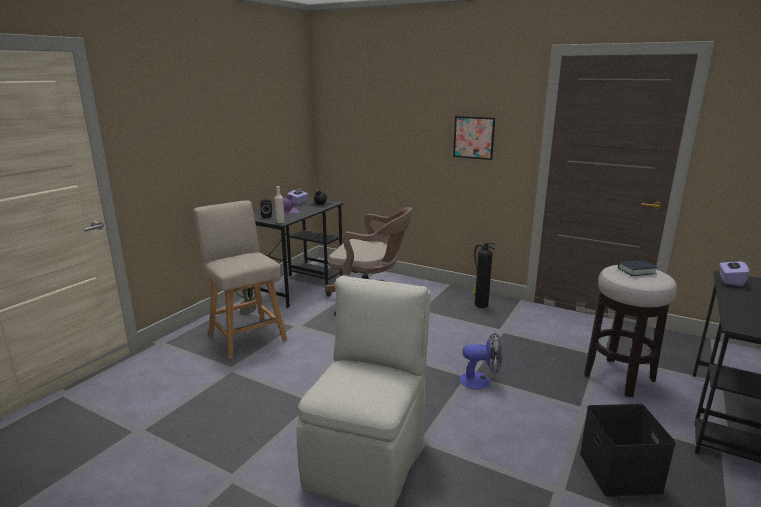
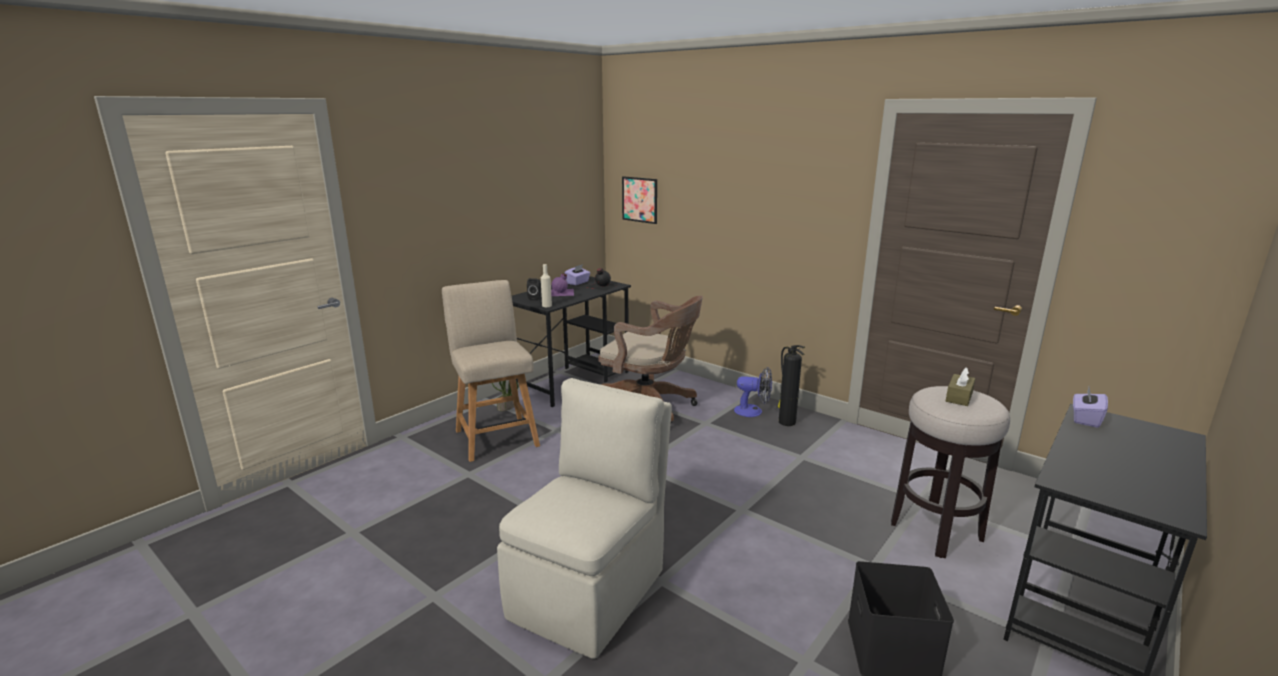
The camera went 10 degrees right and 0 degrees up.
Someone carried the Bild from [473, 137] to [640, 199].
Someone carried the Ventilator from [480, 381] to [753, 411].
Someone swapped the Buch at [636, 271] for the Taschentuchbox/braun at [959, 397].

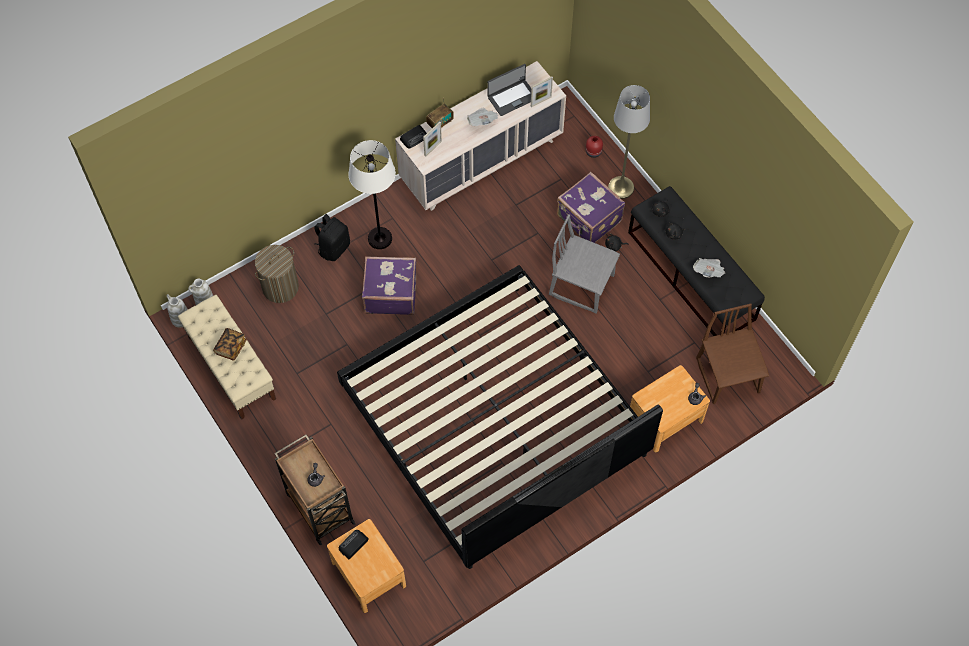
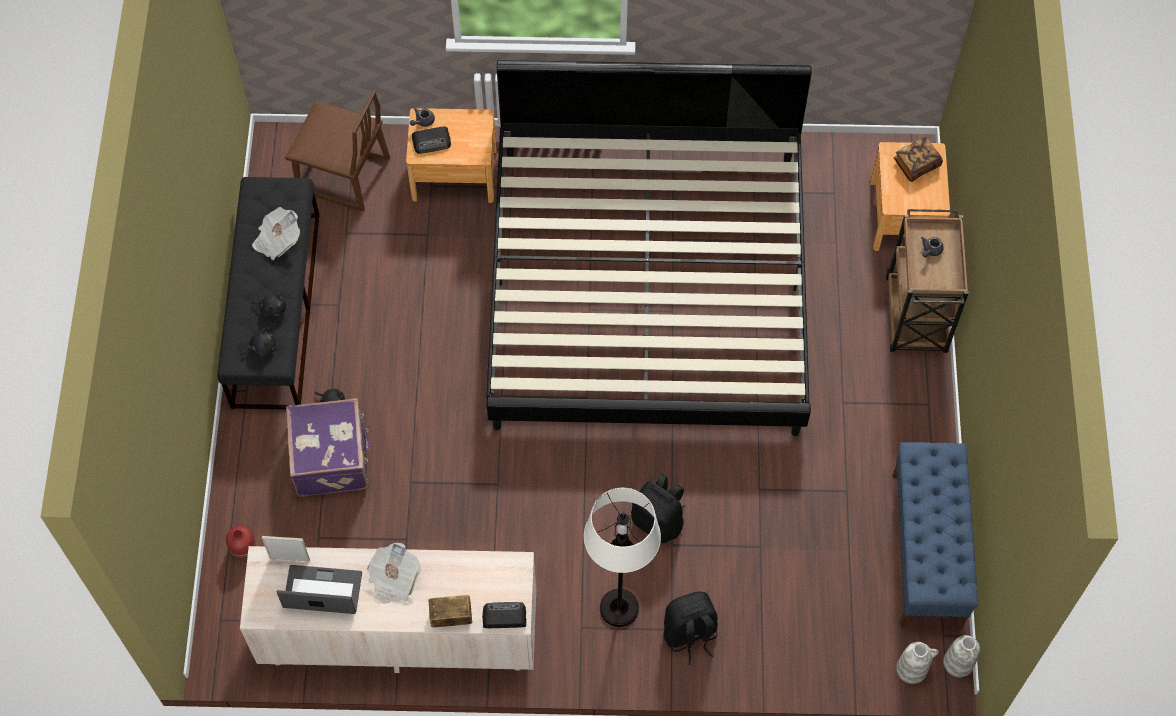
The camera went 145 degrees left and 0 degrees up.
Someone rotated the Stuhl/braun at [728, 375] by 90 degrees counterclockwise.
Someone carried the Radio from [353, 545] to [432, 141].
Someone swapped the Koffer/lila at [390, 293] for the Rucksack/schwarz at [658, 521].
Someone repainted the Bank/beige at [231, 368], which became the Bank/blau at [926, 550].
Someone carried the Buch from [231, 347] to [916, 164].
Someone took away the Wäschekorb at [280, 287].
Someone took away the Bilderrahmen at [433, 148].
Someone took away the Stuhl/grau at [582, 284].
Someone took away the Stehlampe/grau at [621, 187].

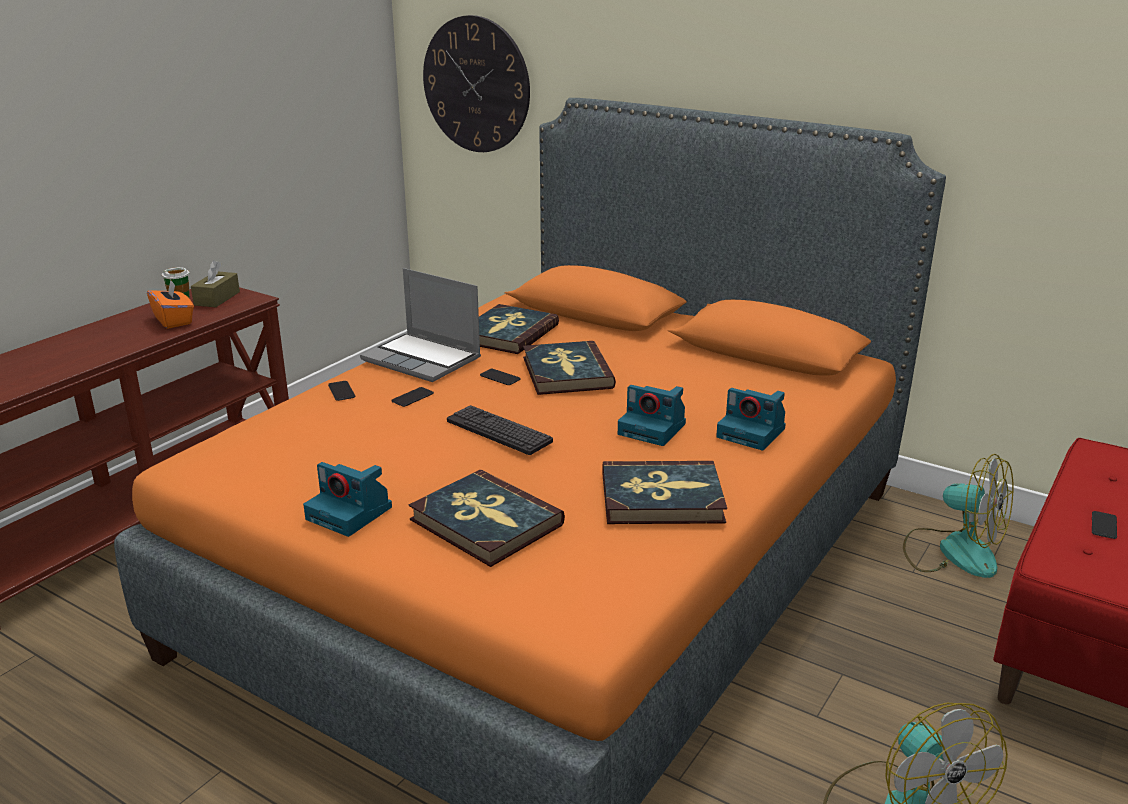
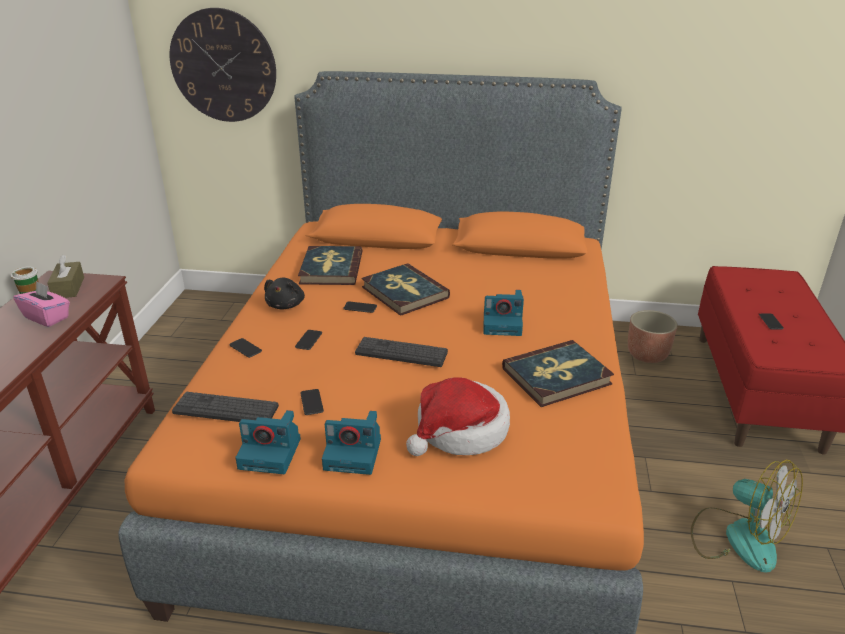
The camera went 25 degrees left and 5 degrees up.
Someone repainted the Taschentuchbox/orange at [174, 320], which became the Taschentuchbox/rosa at [47, 317].
Someone put down the Tastatur at [225, 409].
Someone carried the Kamera from [752, 433] to [271, 453].
Someone swapped the Laptop at [423, 359] for the Plüschtier/schwarz at [286, 305].
Someone put down the Handy at [311, 402].
Someone swapped the Buch at [485, 522] for the Hut at [460, 431].
Someone swapped the Ventilator at [953, 551] for the Pflanzkübel at [647, 354].

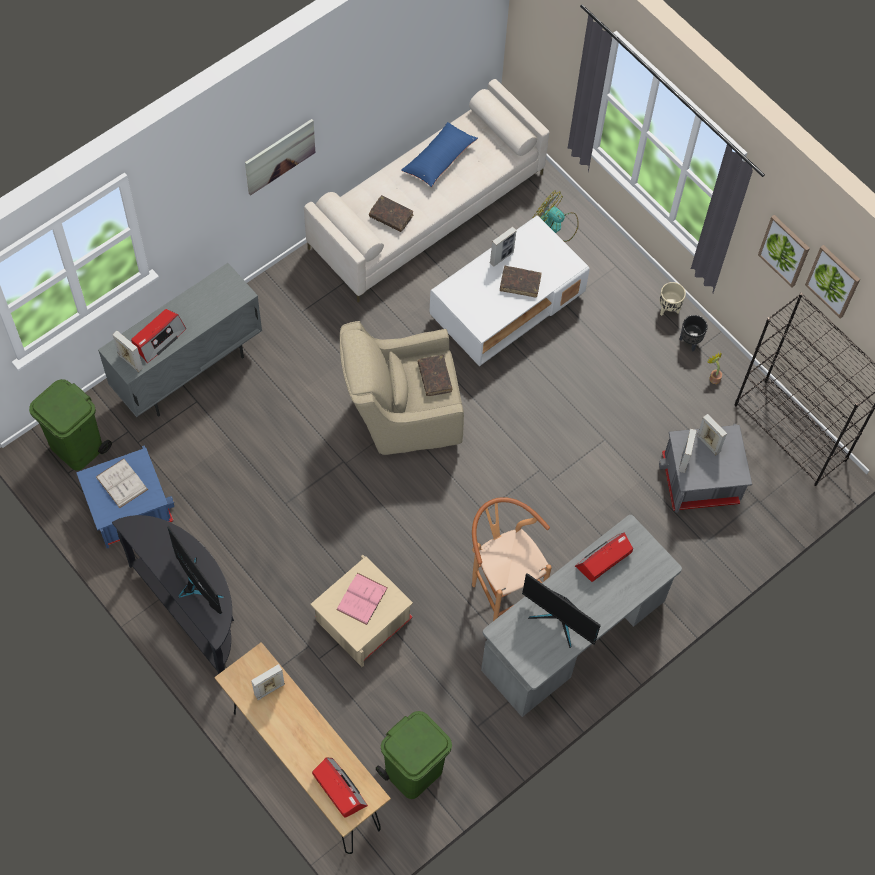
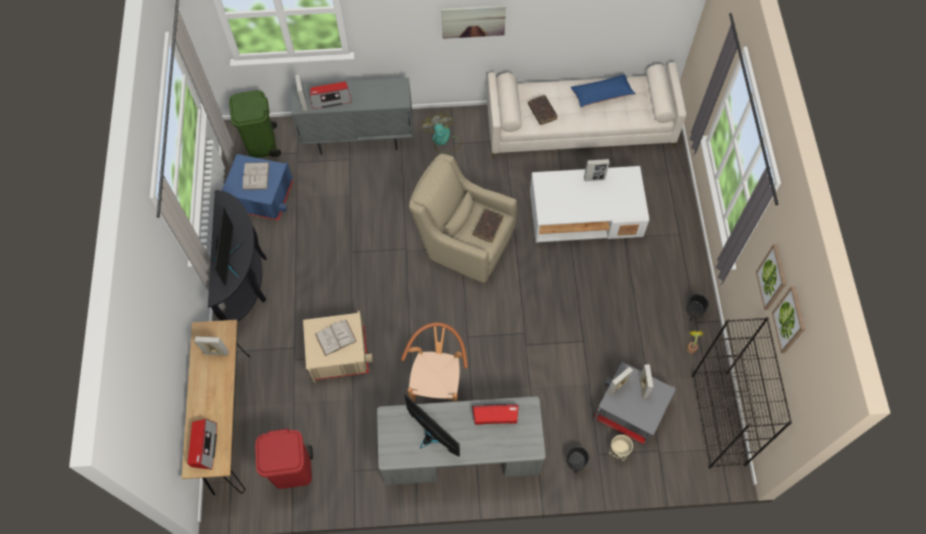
The camera went 40 degrees right and 0 degrees up.
Someone repainted the Mülleimer/grün at [414, 770], which became the Mülleimer/rot at [293, 470].
Someone repainted the Buch/rosa at [362, 598], which became the Buch/weiß at [335, 337].
Someone rotated the Monitor at [558, 621] by 150 degrees clockwise.
Someone carried the Ventilator from [555, 225] to [443, 140].
Someone put down the Pflanzkübel/schwarz at [575, 464].
Someone carried the Pflanzkübel/beige from [669, 309] to [618, 453].
Someone took away the Buch/braun at [520, 283].

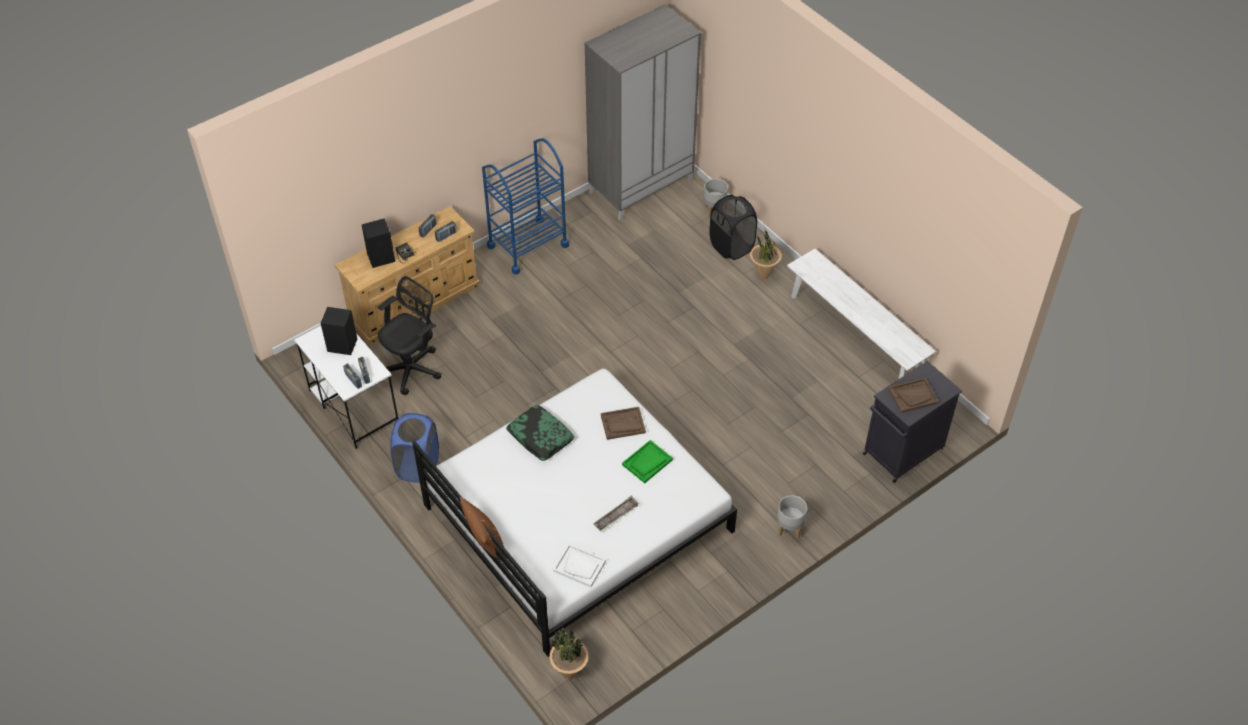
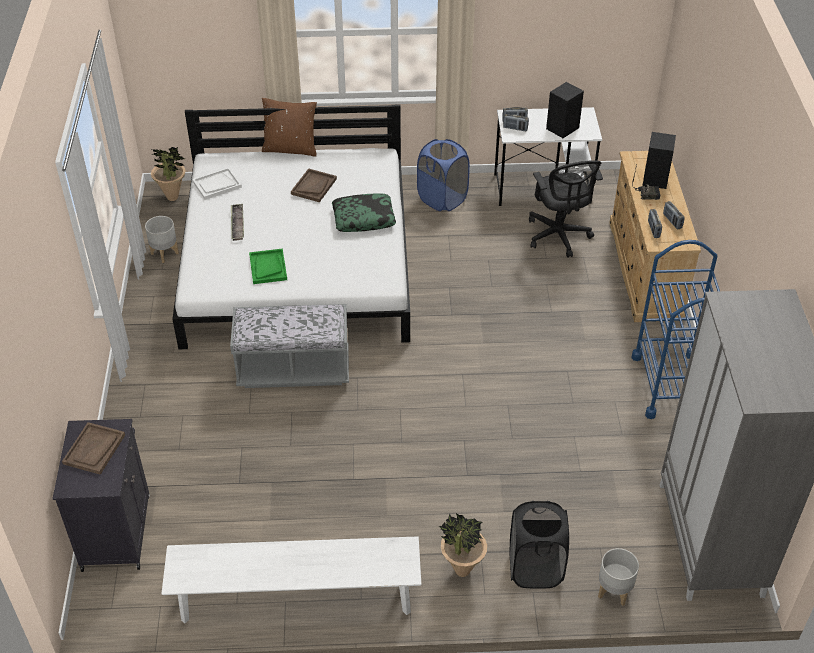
The camera went 125 degrees right and 5 degrees down.
Someone carried the Pflanzkübel/grau from [789, 528] to [164, 253].
Someone put down the Bank/grau at [293, 370].
Someone carried the Tablett/braun from [622, 424] to [314, 186].

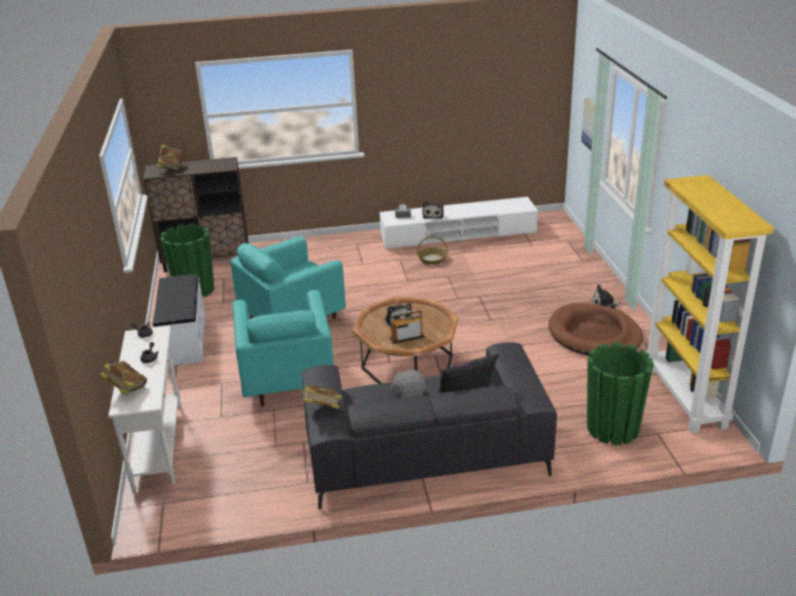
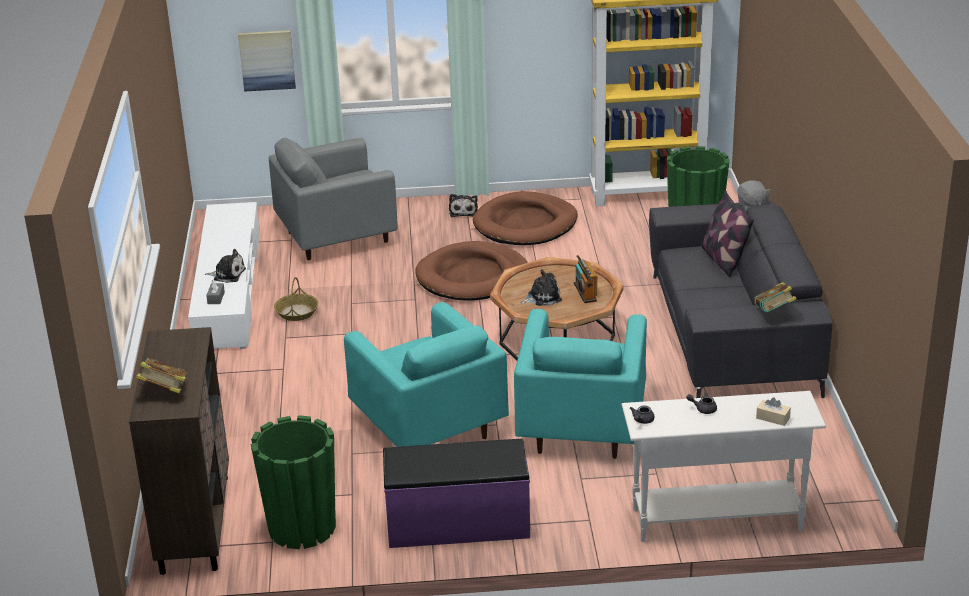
The camera went 85 degrees left and 0 degrees up.
Someone put down the Sessel/grau at [337, 237].
Someone repainted the Bank/weiß at [183, 339], which became the Bank/lila at [458, 524].
Someone put down the Hundebett/braun at [472, 277].
Someone rotated the Sessel/türkis at [287, 379] by 105 degrees clockwise.
Someone carried the Plüschtier/grau from [408, 393] to [752, 206].
Someone swapped the Buch at [126, 389] for the Taschentuchbox/beige at [773, 418].

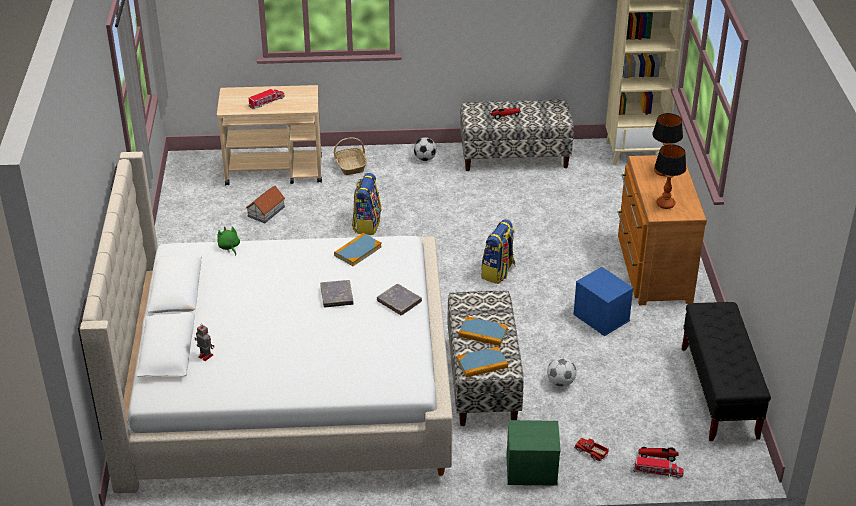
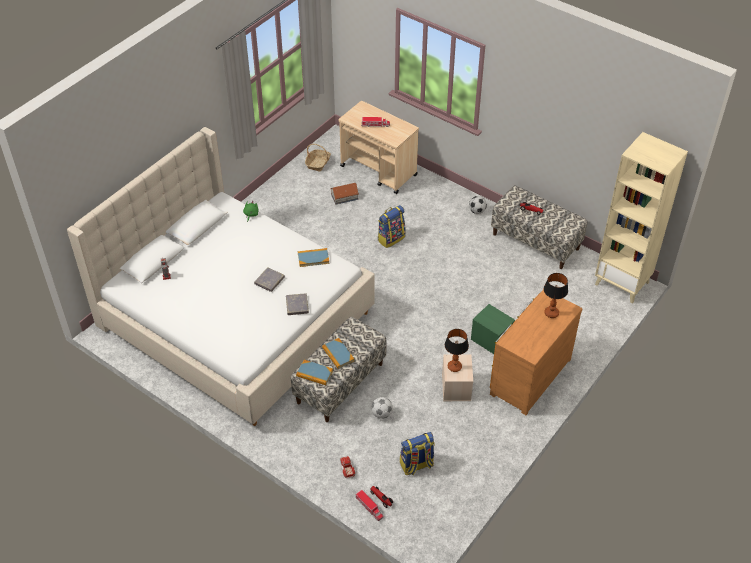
The camera went 40 degrees right and 10 degrees up.
Someone carried the Korb from [350, 165] to [318, 163].
Someone carried the Rucksack from [498, 272] to [416, 465].
Someone repainted the Aufbewahrungsbox/blau at [600, 317], which became the Aufbewahrungsbox/beige at [455, 387].
Someone carried the Tischlampe from [665, 204] to [454, 367].
Someone carried the Aufbewahrungsbox/grün from [531, 470] to [490, 339].
Someone took away the Bank/schwarz at [719, 393].

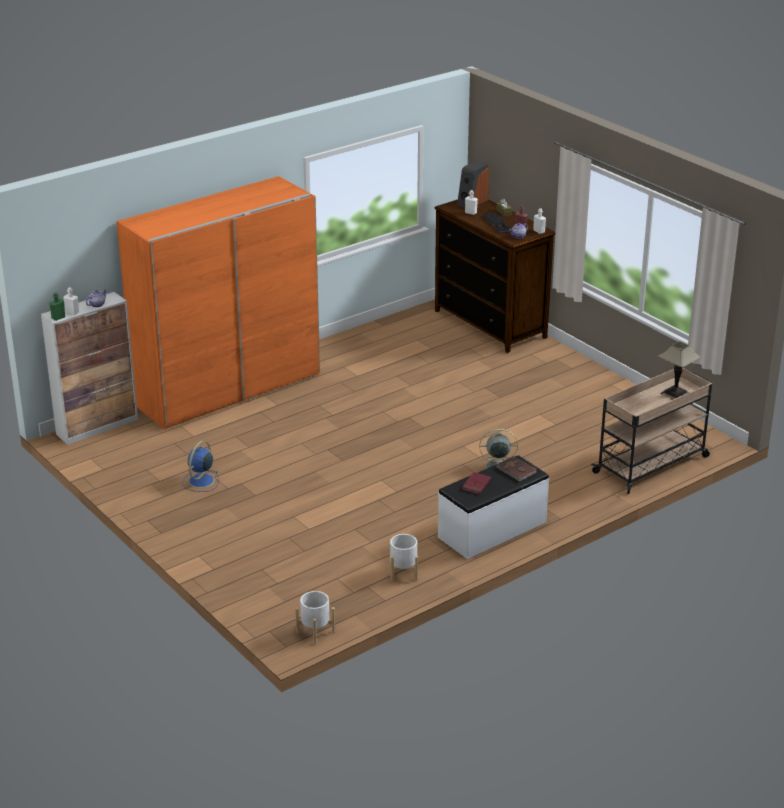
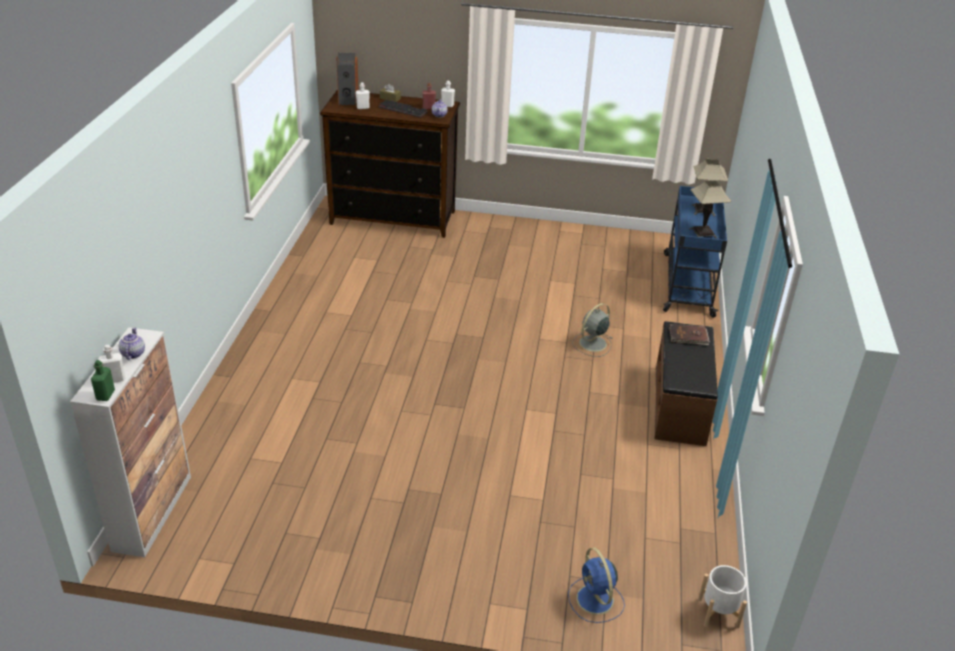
The camera went 45 degrees left and 5 degrees up.
Someone carried the Ventilator/blau from [200, 481] to [595, 601].
Someone repainted the Bank/weiß at [493, 530], which became the Bank/braun at [680, 405].
Someone repainted the Rollwagen/beige at [652, 464], which became the Rollwagen/blau at [688, 284].
Someone put down the Tischlampe at [703, 233].
Someone took away the Kleiderschrank/orange at [228, 389].
Someone took away the Pflanzkübel/weiß at [403, 573].
Someone took away the Buch/rot at [476, 485].

